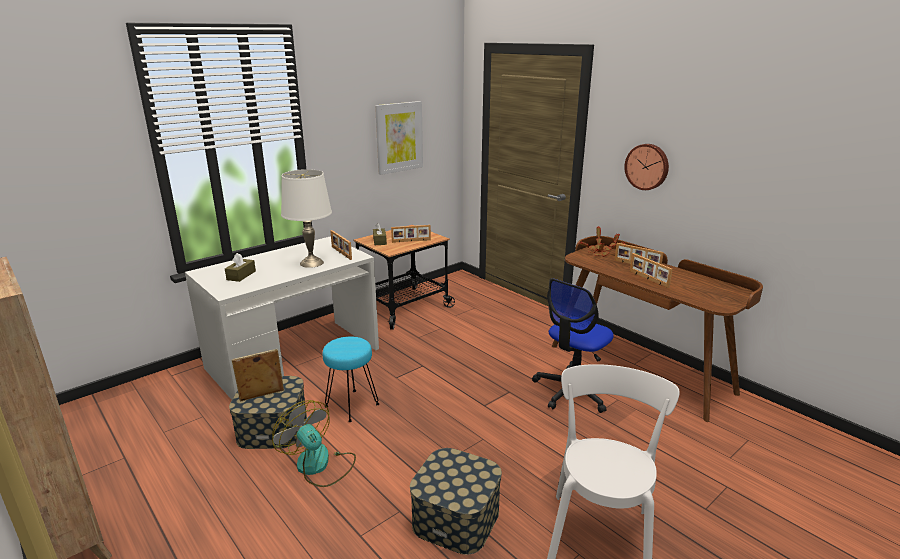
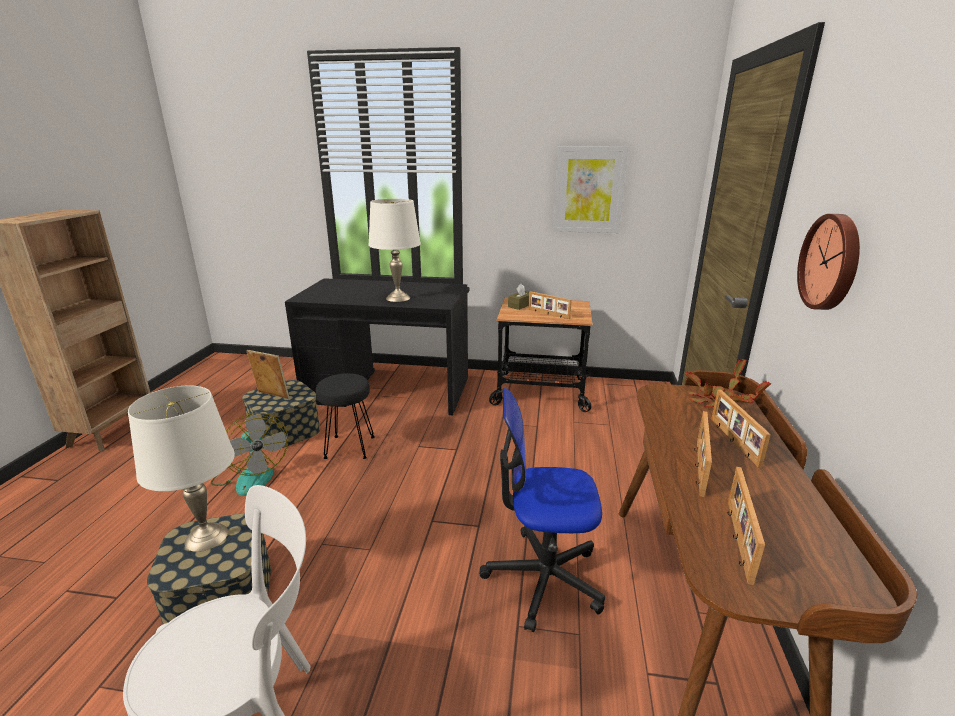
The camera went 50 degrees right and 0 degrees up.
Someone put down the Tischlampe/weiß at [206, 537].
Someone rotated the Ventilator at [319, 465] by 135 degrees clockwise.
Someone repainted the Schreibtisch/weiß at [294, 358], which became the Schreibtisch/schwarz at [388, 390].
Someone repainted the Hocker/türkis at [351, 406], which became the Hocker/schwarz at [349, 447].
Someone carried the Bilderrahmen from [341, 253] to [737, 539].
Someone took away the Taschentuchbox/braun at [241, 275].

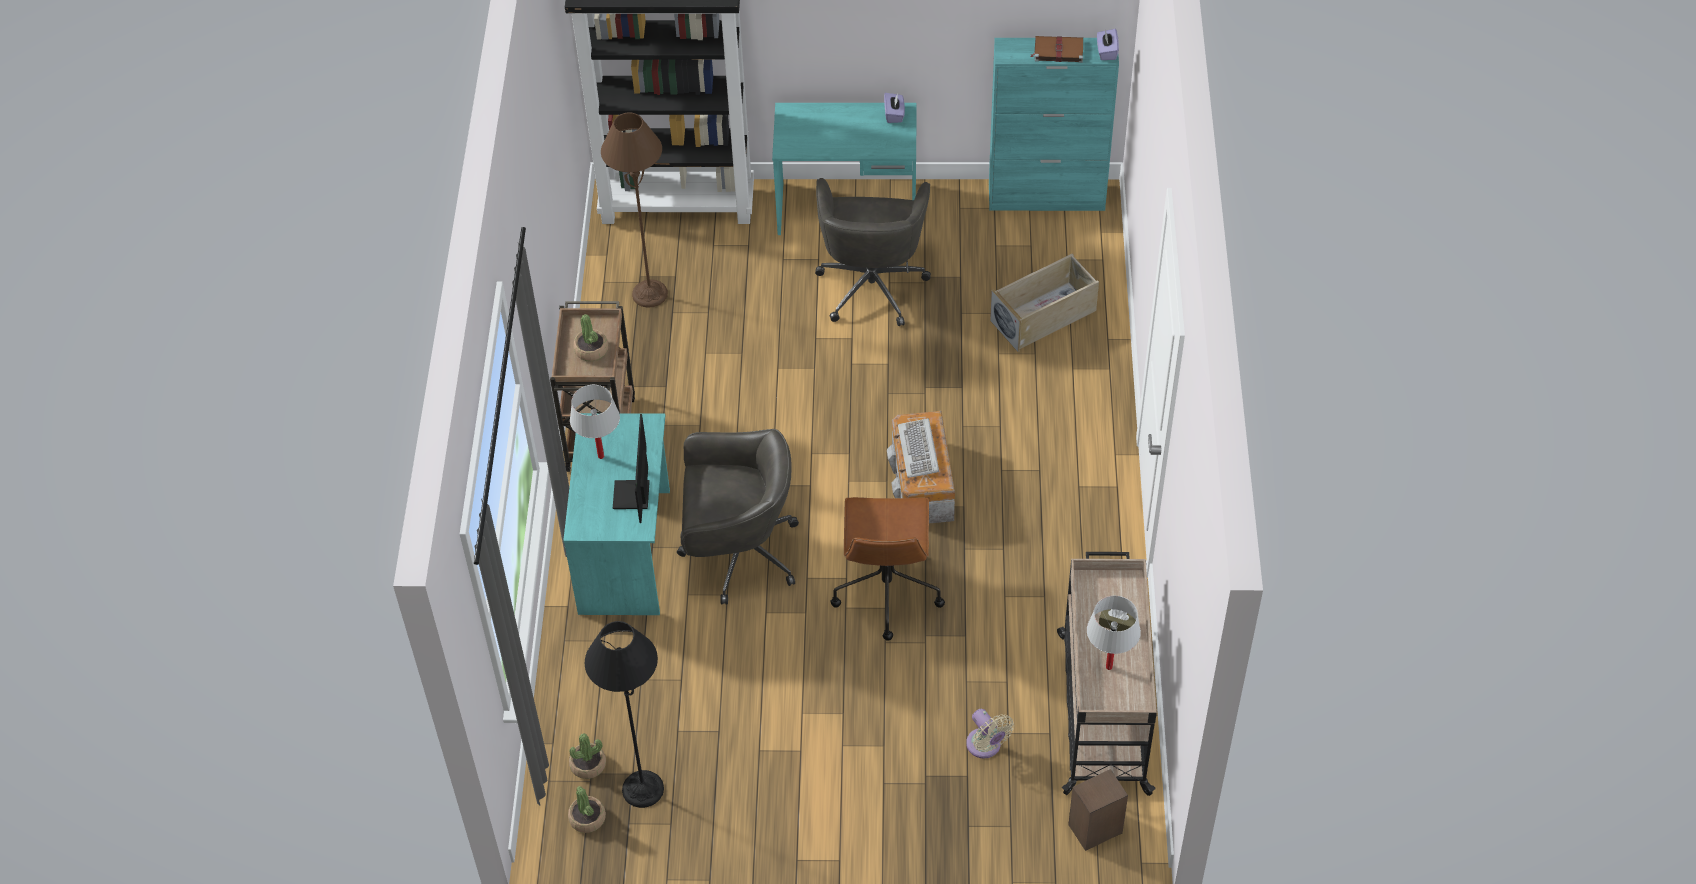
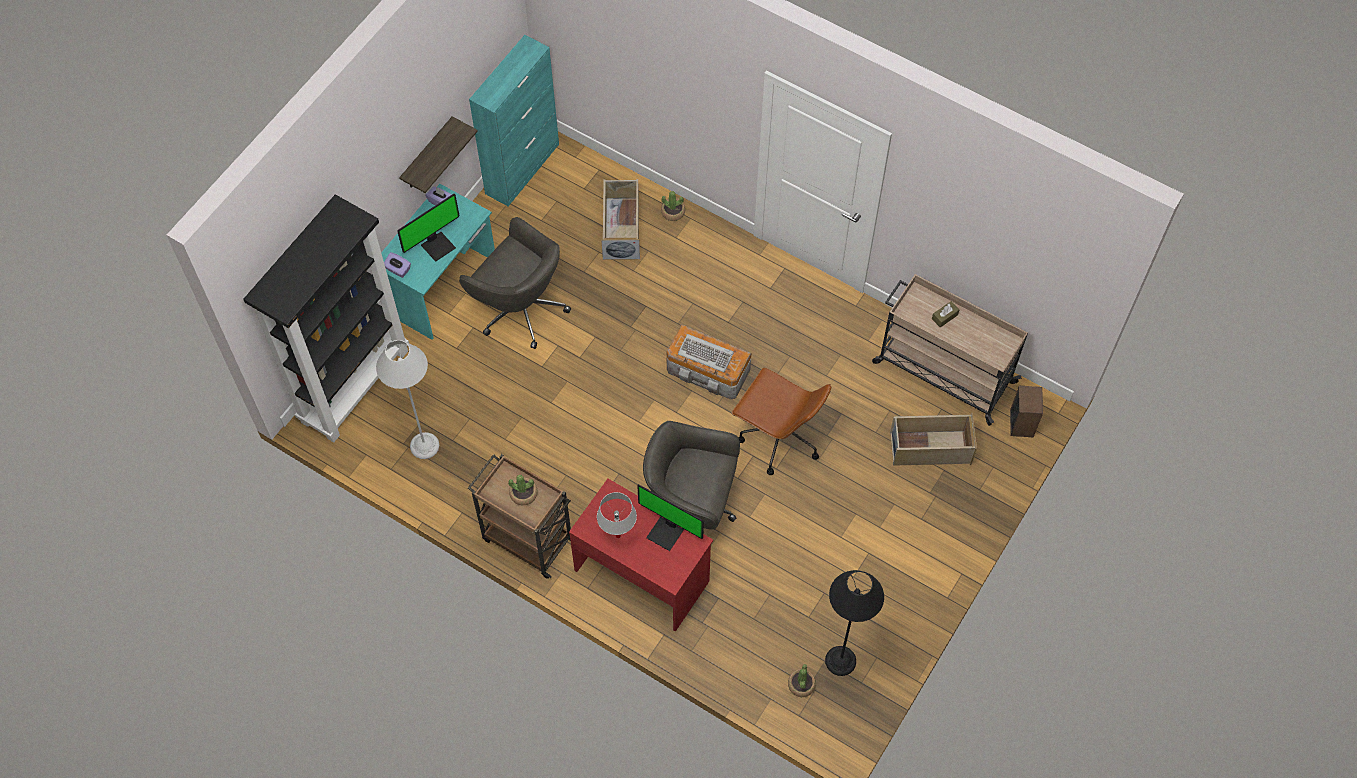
The camera went 60 degrees left and 10 degrees up.
Someone repainted the Stehlampe/braun at [649, 293], which became the Stehlampe/grau at [424, 445].
Someone carried the Taschentuchbox/lila from [1106, 52] to [398, 269].
Someone put down the Monitor at [437, 245].
Someone put up the Wandregal at [427, 155].
Someone repainted the Schreibtisch/türkis at [627, 550], which became the Schreibtisch/rot at [642, 574].
Someone rotated the Bürostuhl/grau at [738, 553] by 105 degrees counterclockwise.
Someone carried the Topfpflanze from [587, 818] to [673, 212].
Someone swapped the Ventilator/beige at [985, 746] for the Aufbewahrungsbox/beige at [929, 448].
Someone took away the Buch/braun at [1057, 51].
Someone took away the Tischlampe/weiß at [1109, 667].

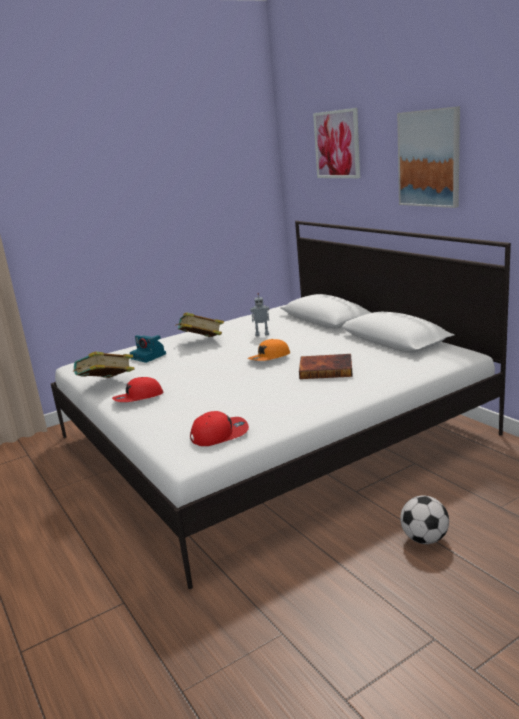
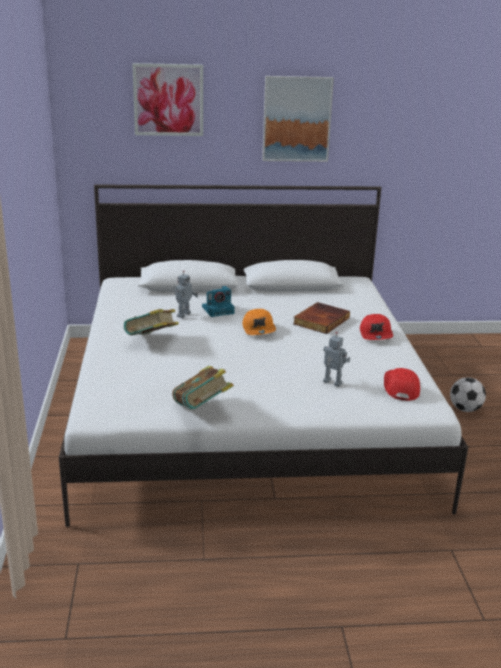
The camera went 65 degrees left and 5 degrees up.
Someone carried the Kamera from [149, 356] to [218, 310].
Someone put down the Spielzeugroboter at [332, 383].
Someone carried the Kappe/rot from [138, 398] to [376, 334].

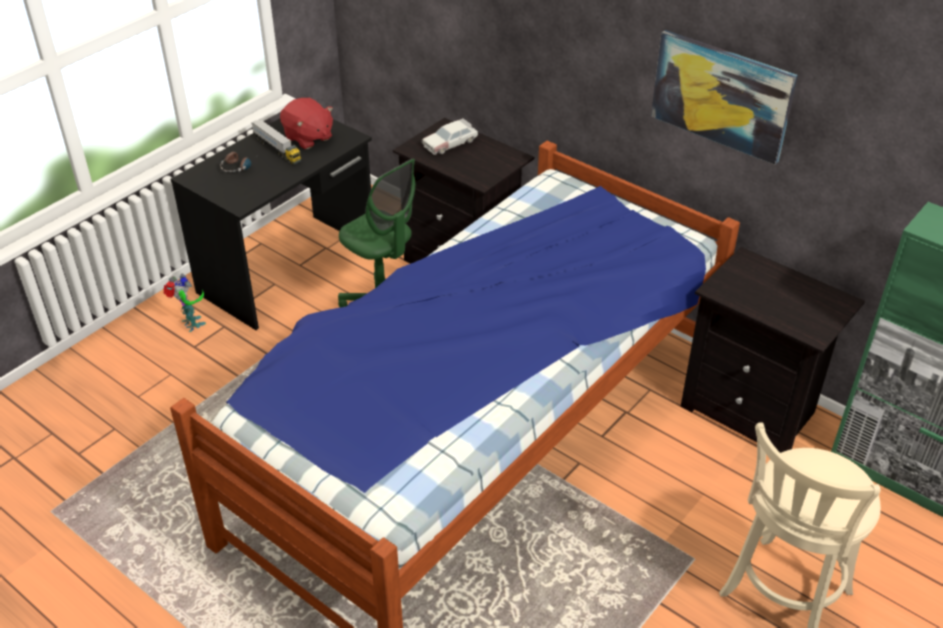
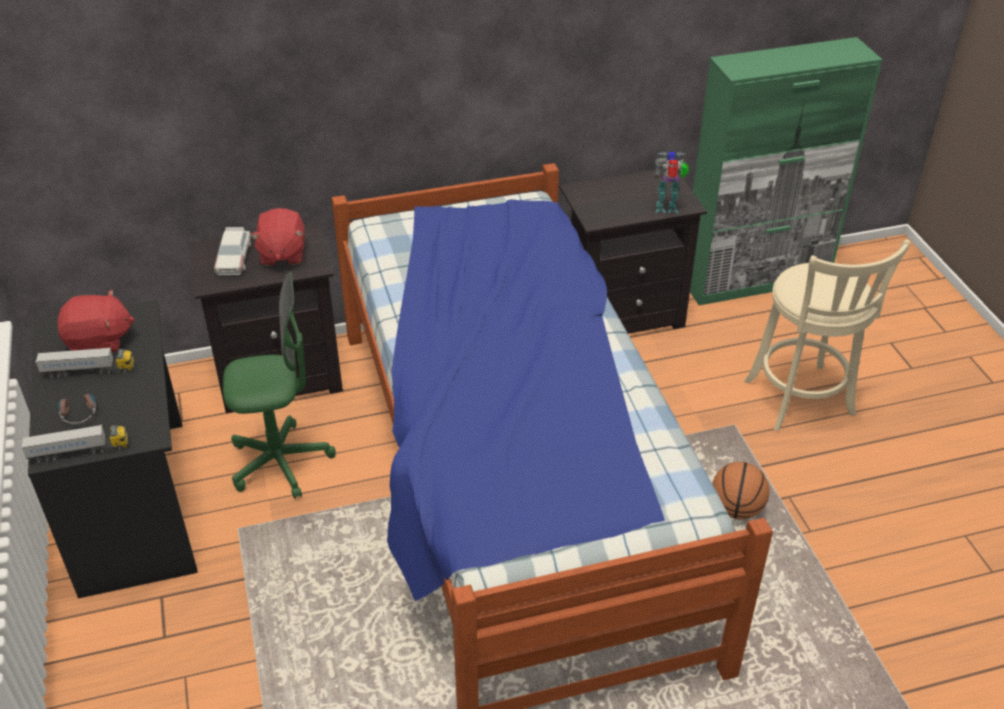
The camera went 55 degrees left and 0 degrees up.
Someone put down the Spielzeuglaster at [79, 451].
Someone put down the Plüschtier/rot at [282, 254].
Someone carried the Spielzeugroboter from [191, 324] to [667, 209].
Someone put down the Basketball at [736, 509].
Someone took away the Bild at [721, 95].

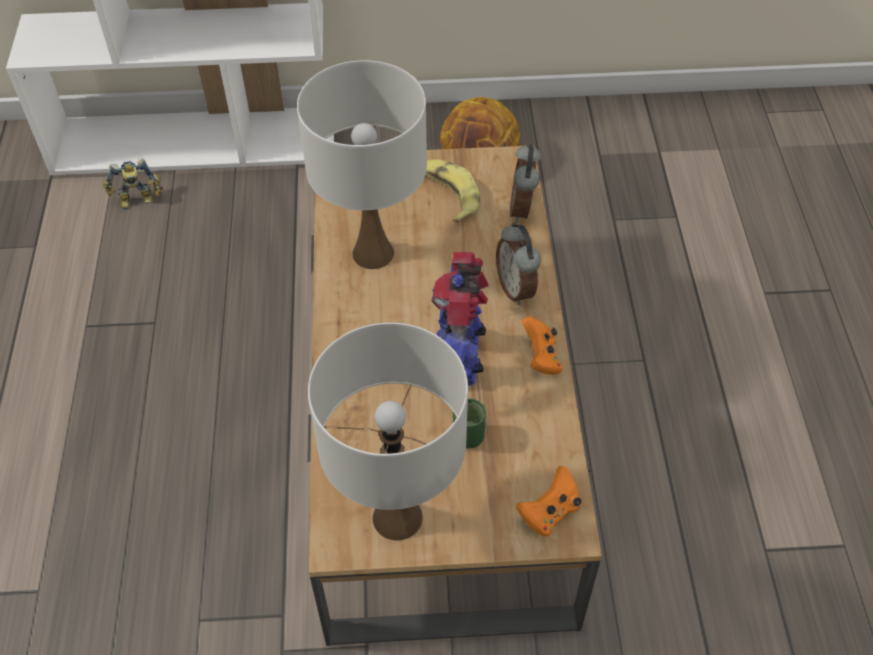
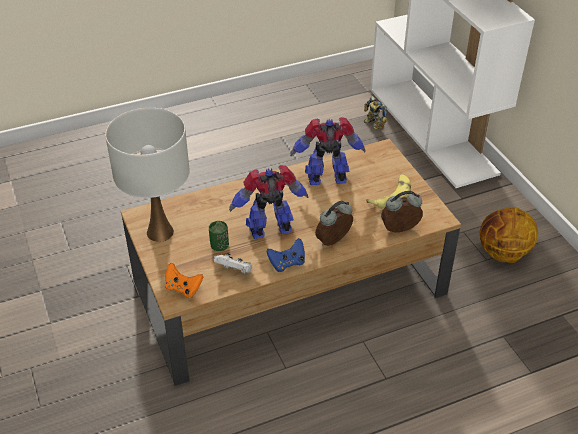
The camera went 70 degrees right and 10 degrees down.
Someone put down the Gamepad/weiß at [235, 271].
Someone repainted the Gamepad/orange at [541, 358], which became the Gamepad/blau at [287, 263].
Someone swapped the Tischlampe/weiß at [373, 253] for the Spielzeugroboter at [328, 179].

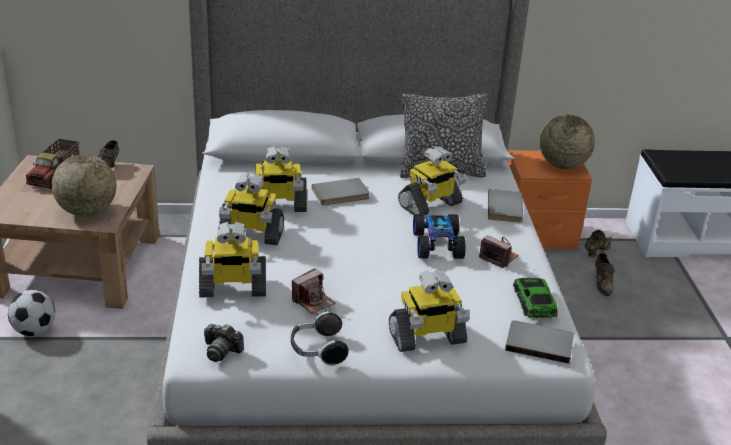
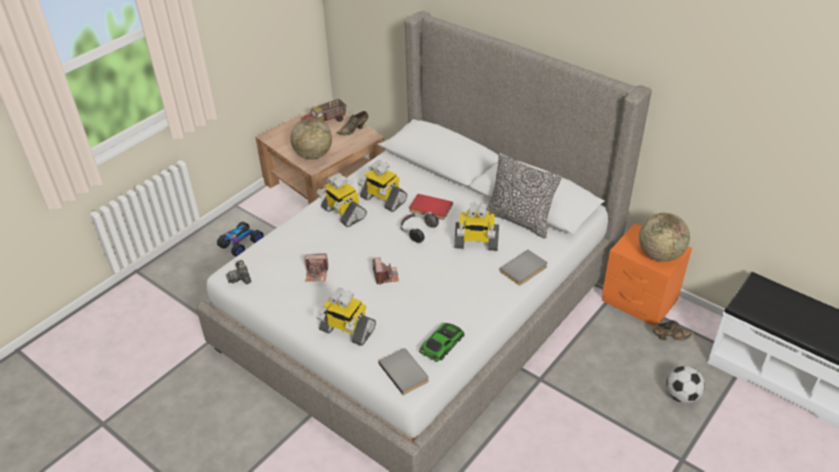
The camera went 45 degrees right and 10 degrees up.
Someone carried the Spielzeugauto from [438, 245] to [241, 244].
Someone carried the Kamera from [498, 258] to [385, 276].
Someone carried the Kopfhörer from [317, 350] to [417, 231].
Someone repainted the Buch/grau at [341, 194], which became the Buch/rot at [430, 209].
Someone carried the Fußball from [34, 331] to [681, 395].
Someone took away the Spielzeugroboter at [232, 288].
Someone took away the Schuh/braun at [602, 283].

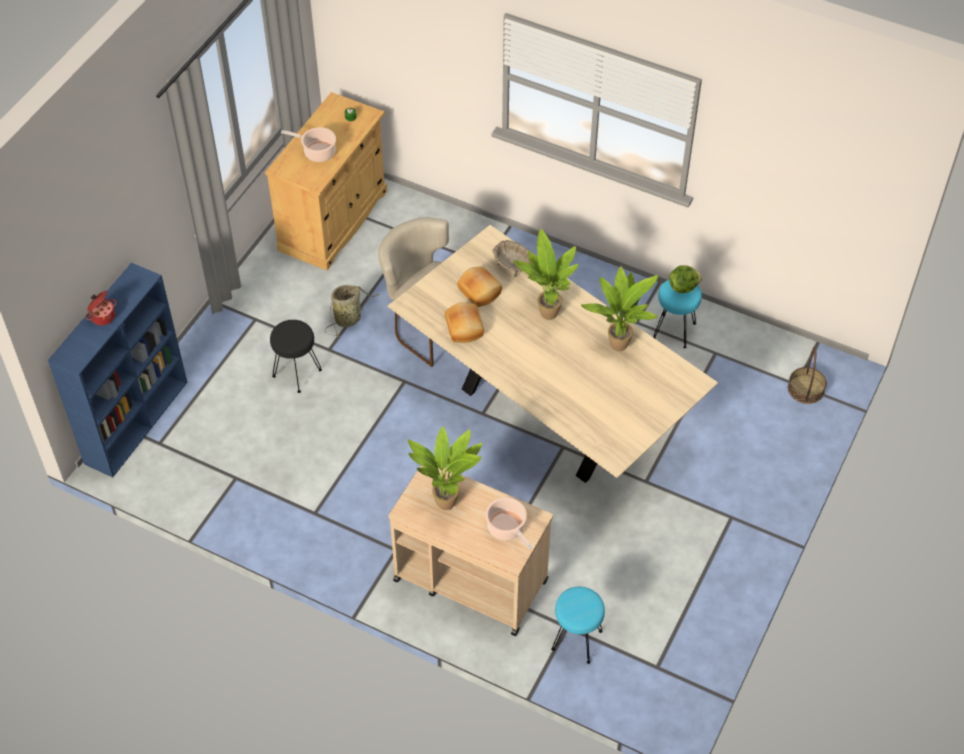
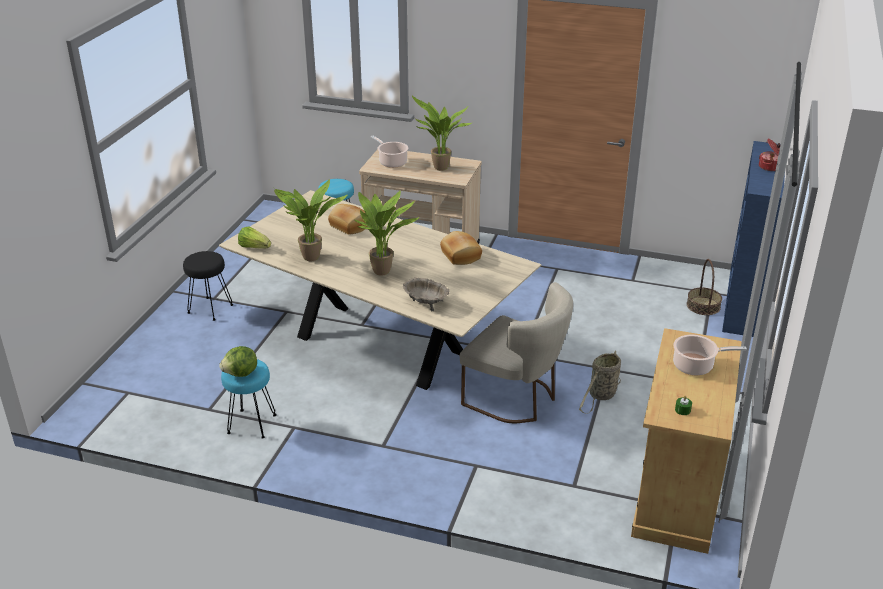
The camera went 170 degrees right and 20 degrees down.
Someone carried the Hocker/schwarz from [297, 374] to [210, 308].
Someone put down the Salatkopf at [254, 247].
Someone carried the Brot from [480, 291] to [349, 226].
Someone carried the Korb from [806, 389] to [703, 306].

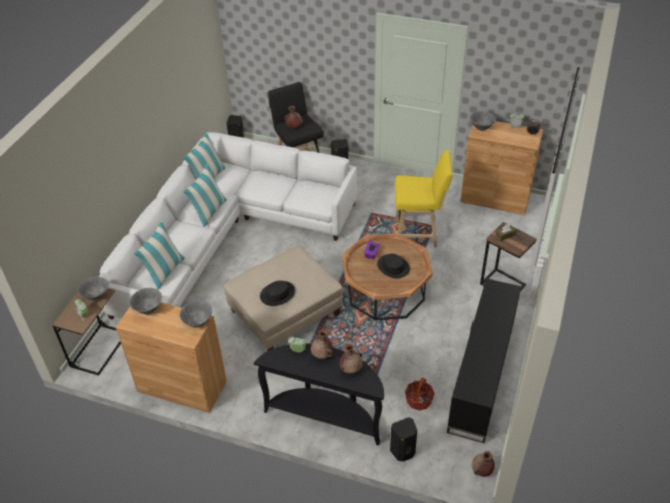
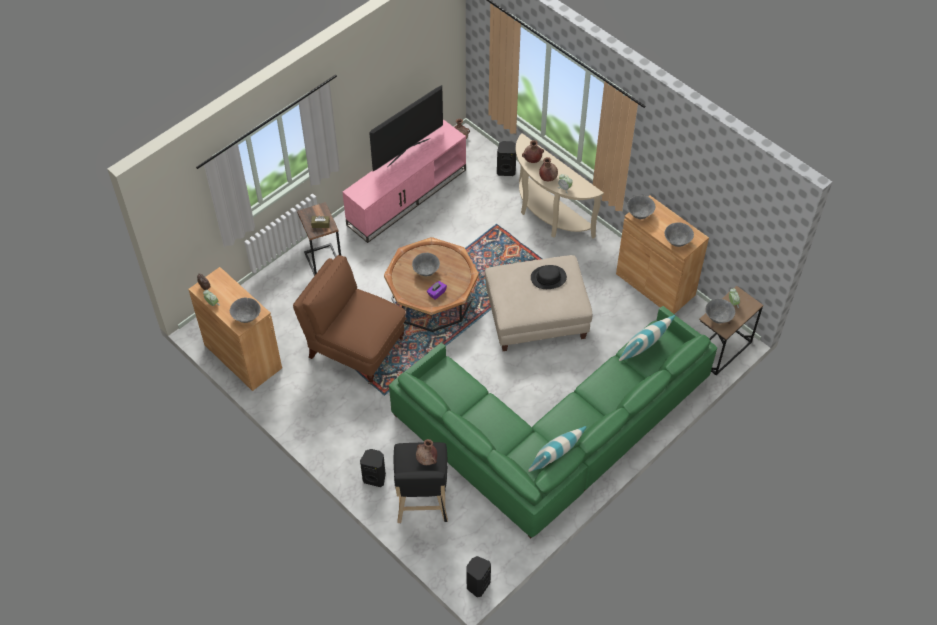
The camera went 155 degrees left and 10 degrees up.
Someone swapped the Hocker/gelb at [418, 233] for the Sessel/braun at [355, 348].
Someone repainted the Fernsehschrank/schwarz at [482, 375], which became the Fernsehschrank/rosa at [407, 196].
Someone put down the Fernseher at [408, 152].
Someone repainted the Sofa/weiß at [227, 235], which became the Sofa/grün at [553, 433].
Someone swapped the Hut/schwarz at [393, 266] for the Schüssel/grau at [426, 272].
Someone repainted the Konsolentisch/schwarz at [326, 415], which became the Konsolentisch/beige at [548, 216].
Someone took away the Kissen at [209, 212].
Someone took away the Korb at [419, 400].

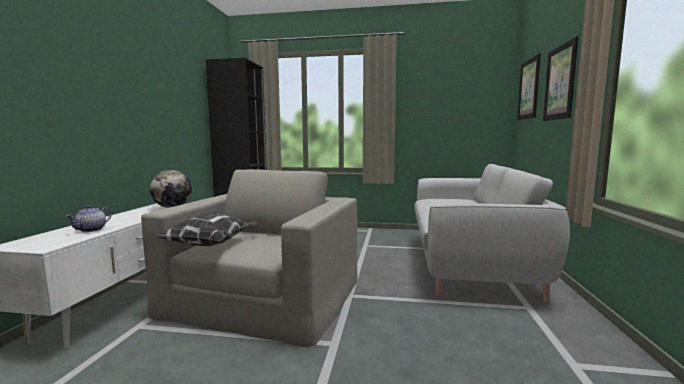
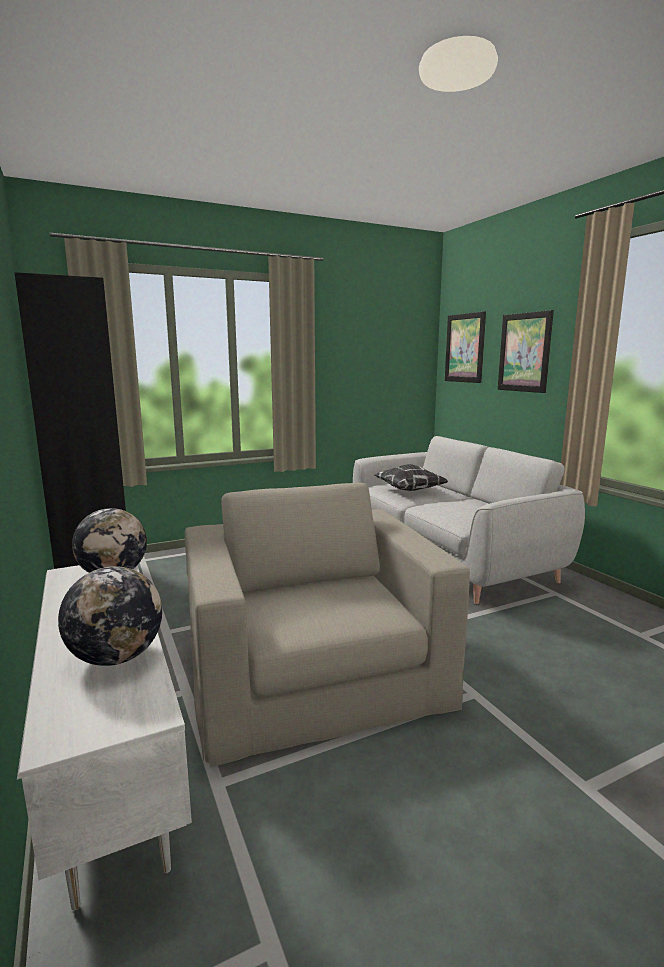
The camera went 35 degrees left and 5 degrees up.
Someone swapped the Teekanne at [91, 230] for the Globus at [116, 657].
Someone carried the Kissen from [212, 245] to [410, 490].

